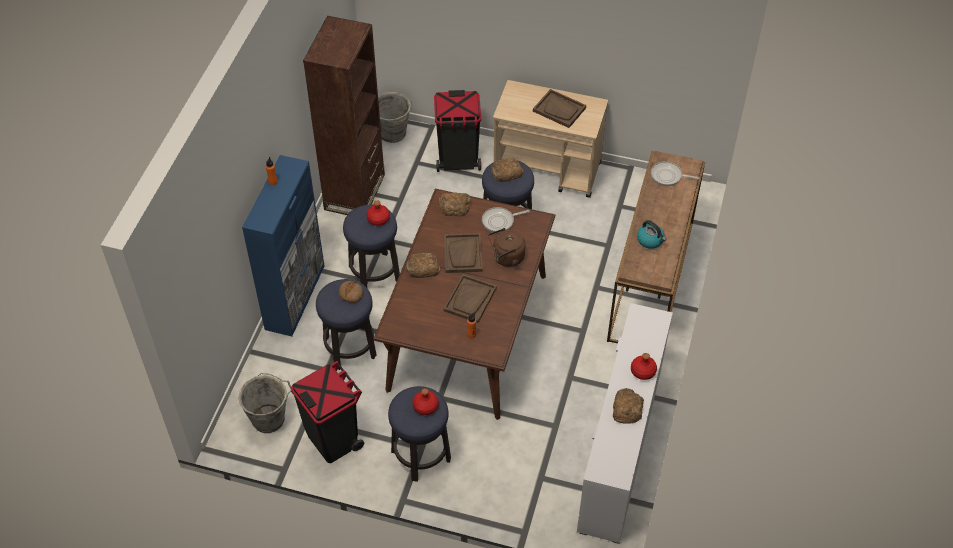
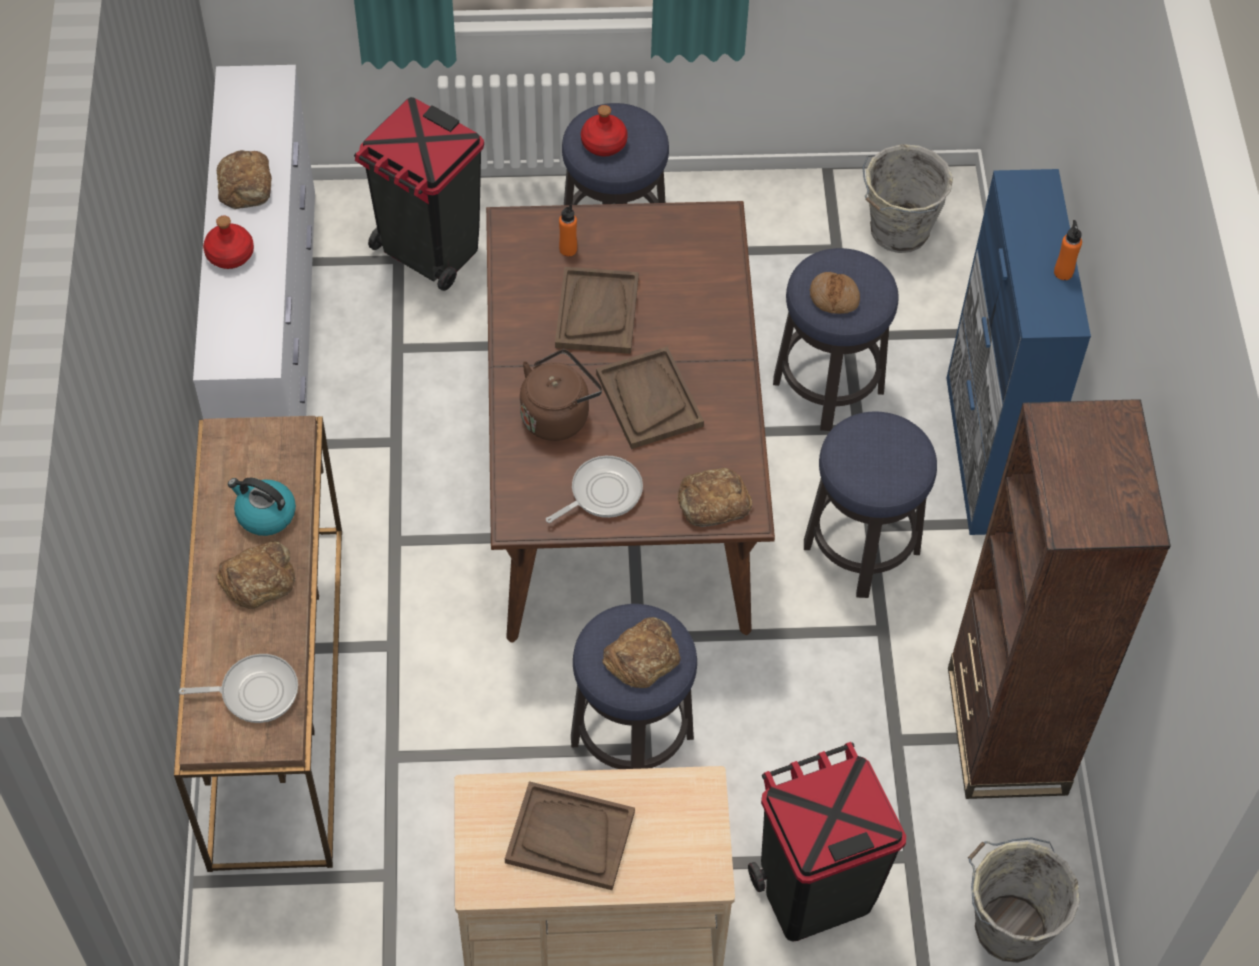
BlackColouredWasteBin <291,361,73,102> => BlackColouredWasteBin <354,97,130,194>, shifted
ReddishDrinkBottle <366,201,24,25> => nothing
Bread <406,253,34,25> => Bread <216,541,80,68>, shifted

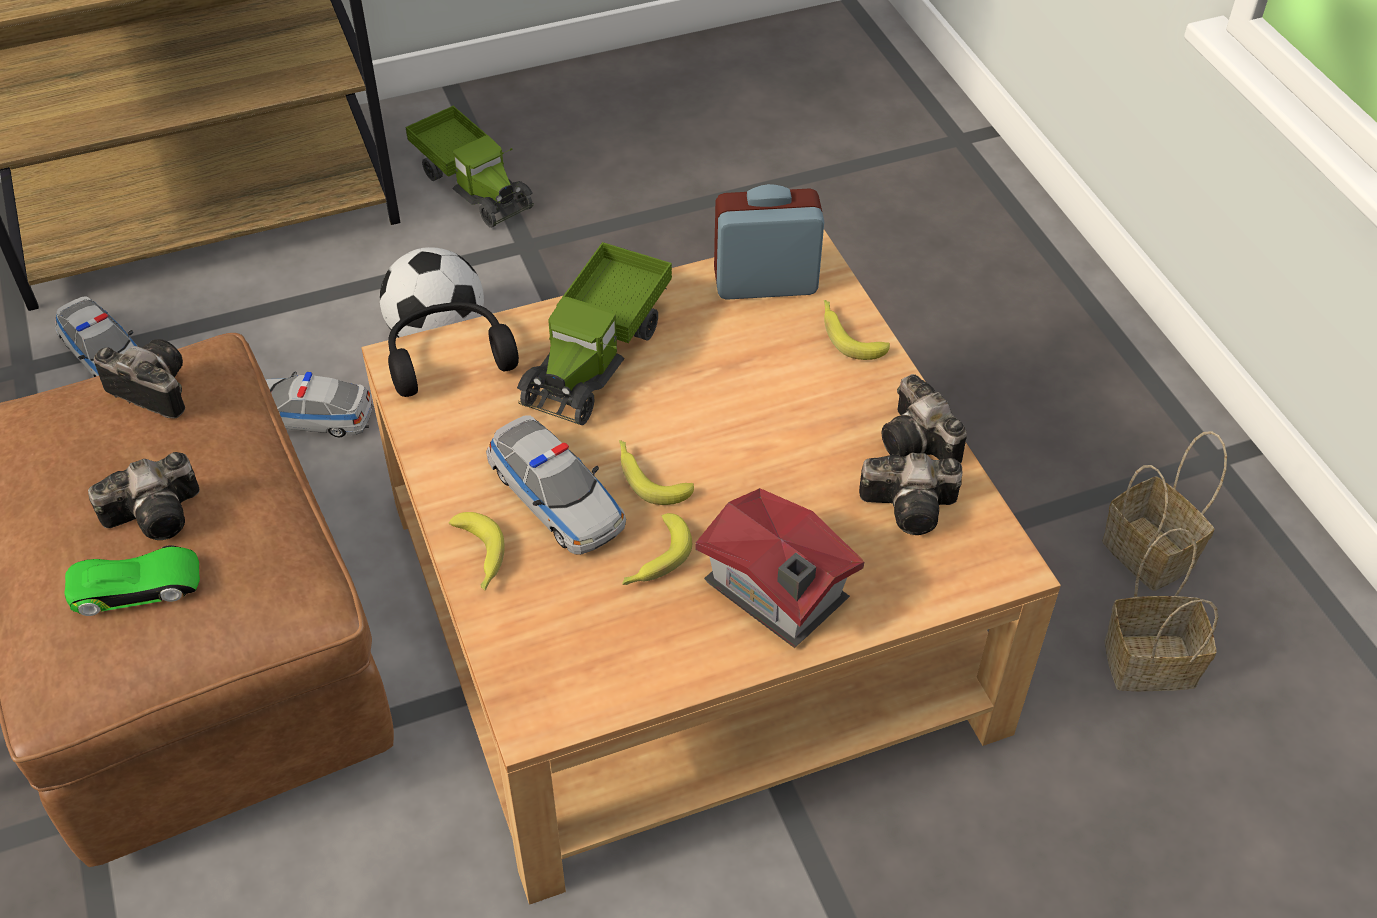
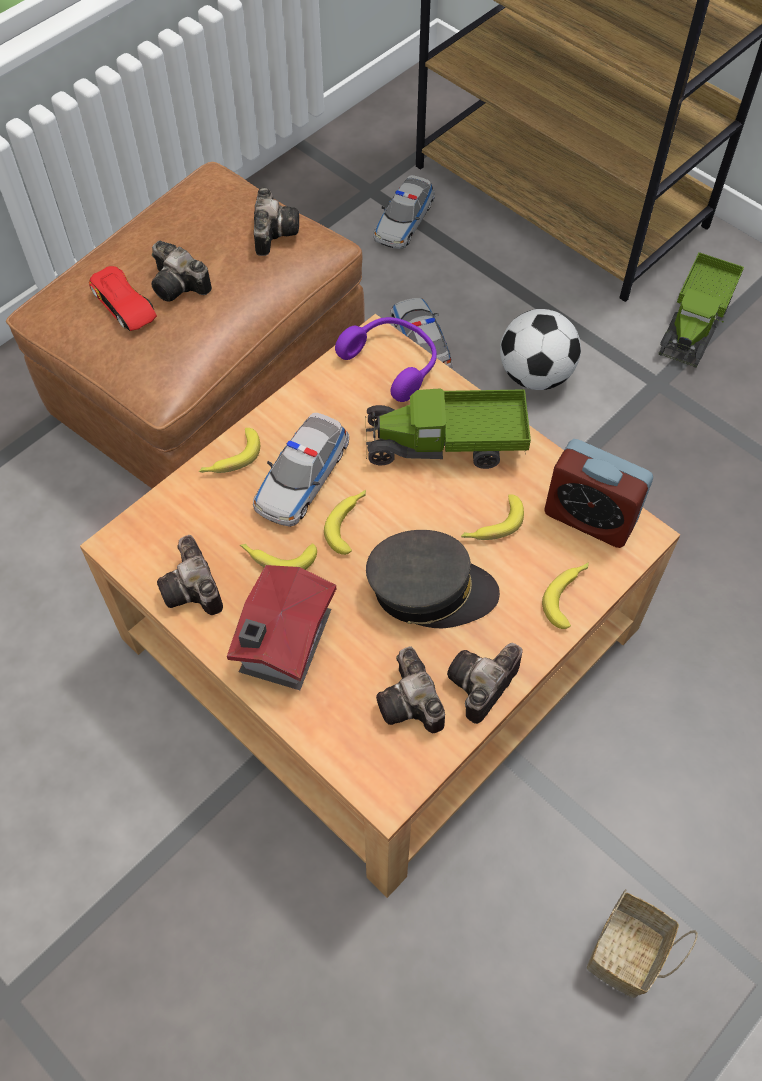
GreenishToyCar <65,545,135,71> => ReddishToyCar <89,266,68,65>
BlackColouredHeadphones <388,302,131,95> => PurplishHeadphones <335,317,102,85>
AlarmClock <714,184,110,116> => AlarmClock <544,439,109,109>, 150 degrees clockwise
HouseholdBasket <1105,528,114,164> => nothing
nothing => StillCamera <157,535,66,80>
nothing => GrayCap <366,530,134,98>
nothing => Banana <461,494,63,46>

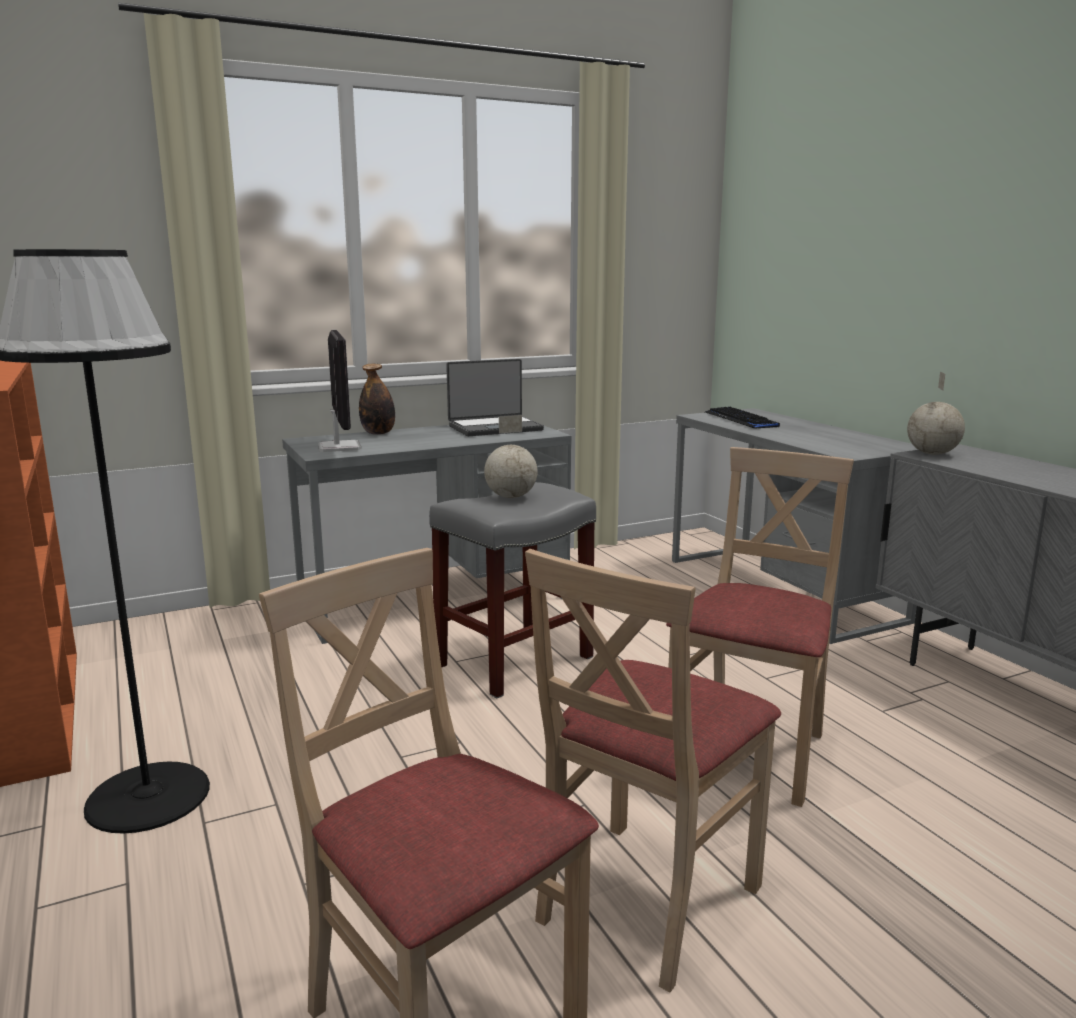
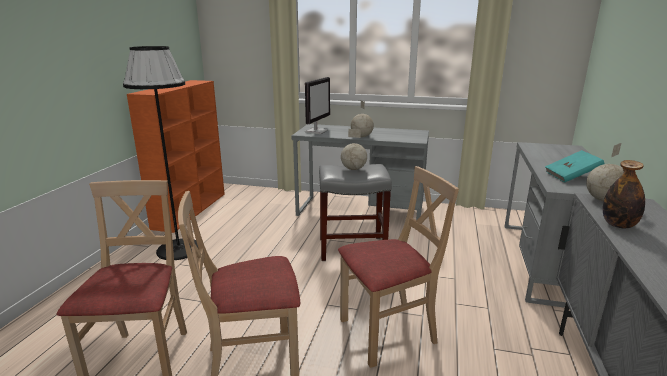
DrinkBottle <359,364,36,71> => DrinkBottle <603,160,42,68>, shifted
Laptop <446,359,98,77> => nothing
Keyboard <705,407,75,22> => nothing
nothing => DeskGlobe <351,100,23,37>
nothing => TurquoiseColouredVolume <545,150,59,33>

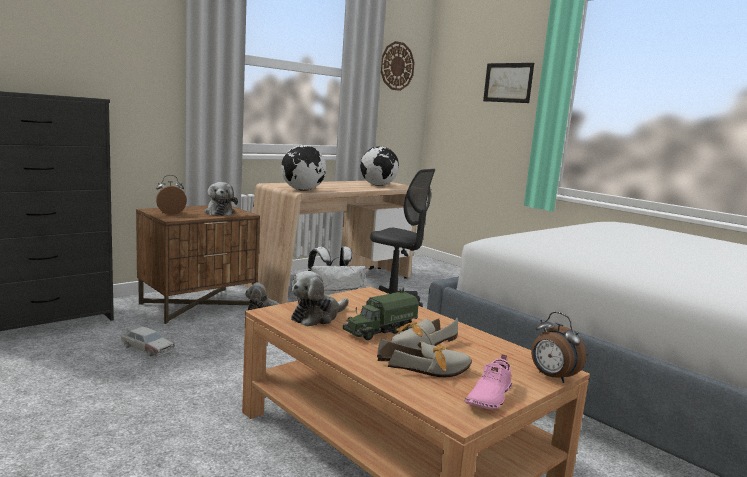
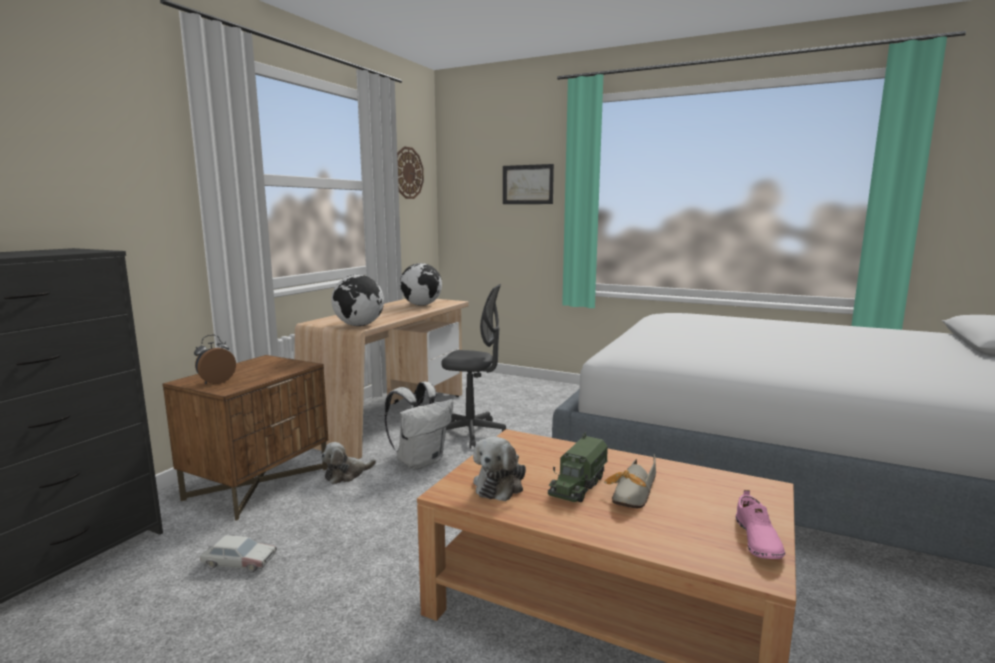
SoftToy <204,182,34,34> => nothing
Shoe <377,339,95,38> => nothing
AlarmClock <531,312,55,71> => nothing

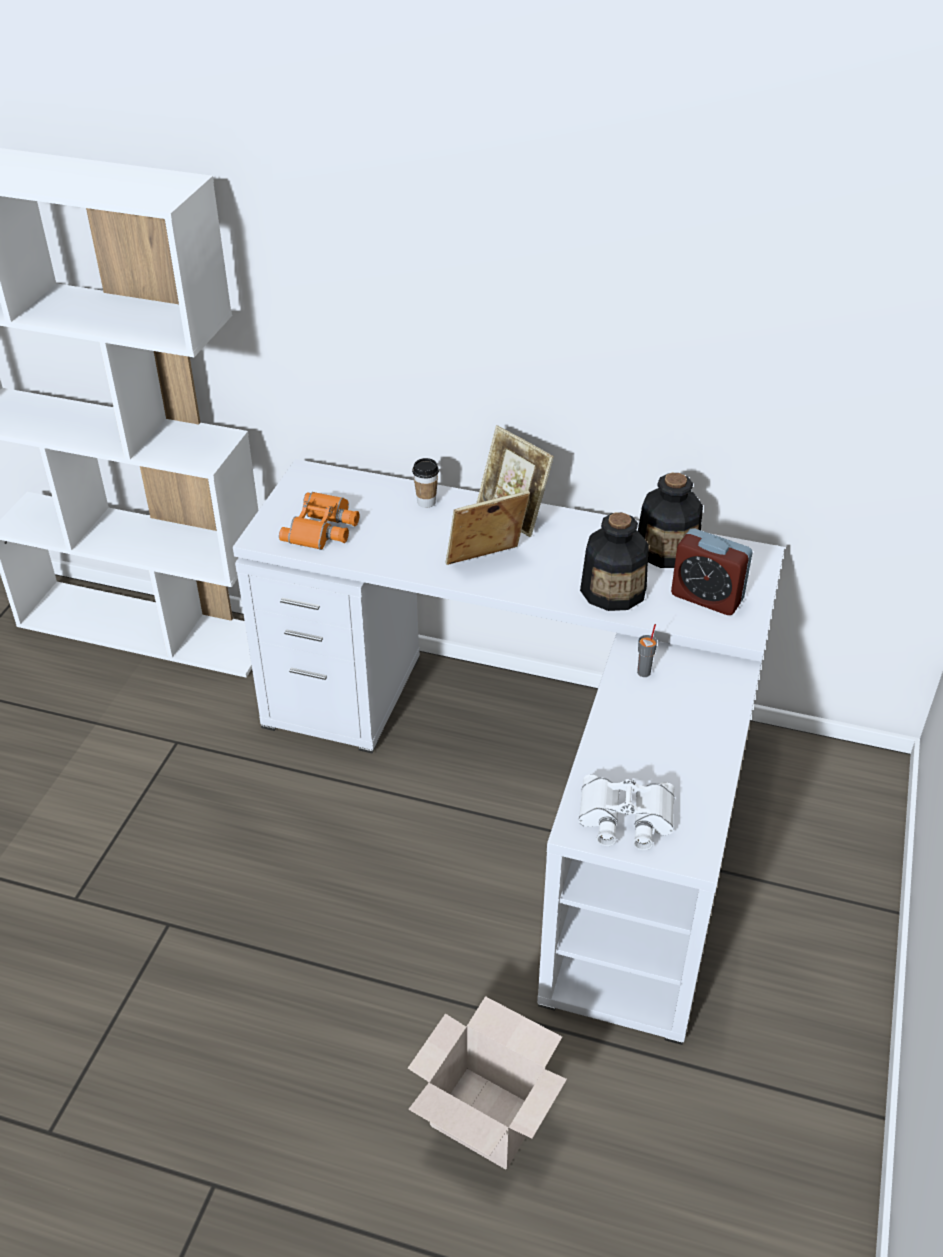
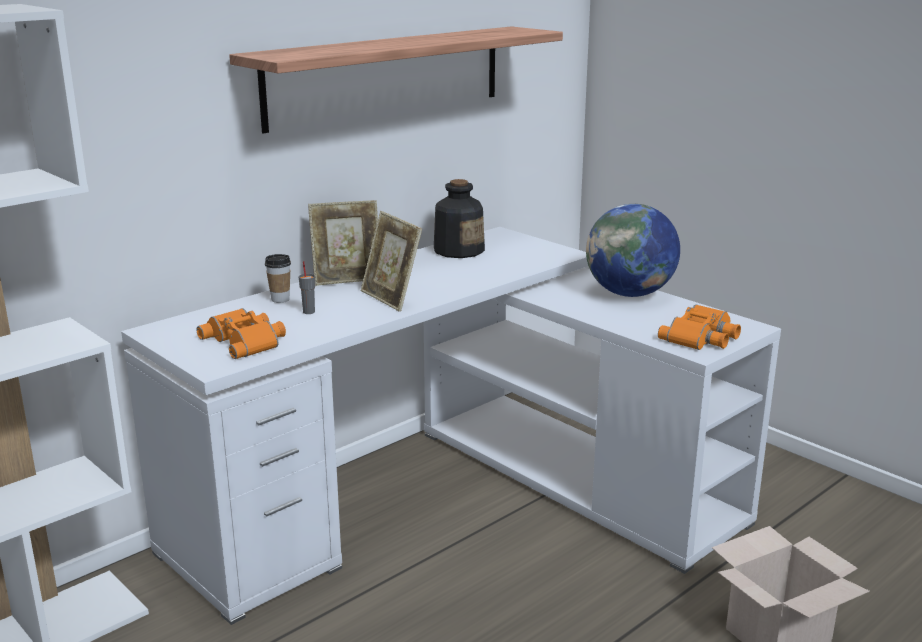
PhotoFrame <446,491,84,74> => PhotoFrame <361,211,61,101>, 45 degrees counterclockwise
WhiteColouredPairOfBinoculars <579,774,95,76> => OrangePairOfBinoculars <658,304,83,46>
DrinkBottle <580,512,69,99> => nothing
GrayCup <637,624,20,53> => GrayCup <299,261,16,53>, shifted
AlarmClock <671,528,81,87> => nothing
nothing => Shelf <229,26,334,108>
nothing => DeskGlobe <586,204,94,93>

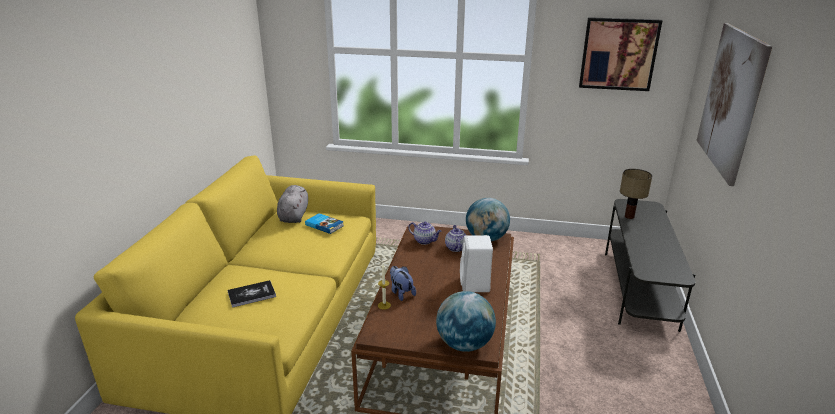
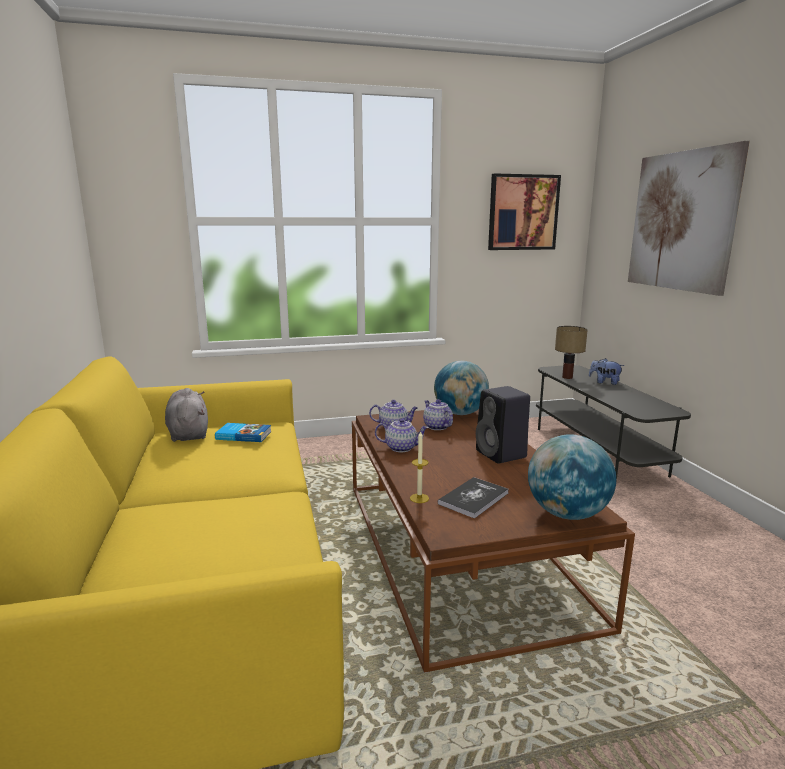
Volume <227,280,49,28> => Volume <438,477,71,42>, shifted
SoftToy <390,266,26,35> => SoftToy <589,358,35,27>, shifted
WhiteColouredAudioSpeaker <460,235,33,57> => BlackColouredAudioSpeaker <476,386,54,78>
nothing => Teapot <375,418,54,34>

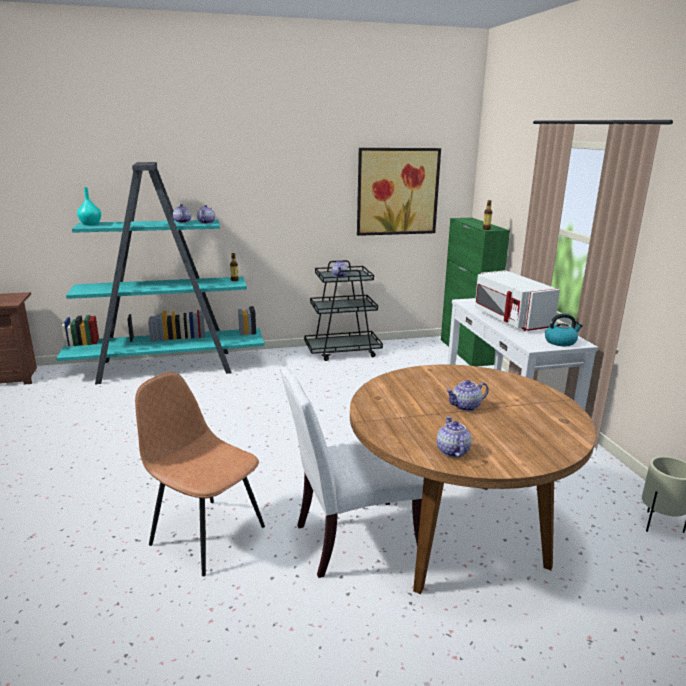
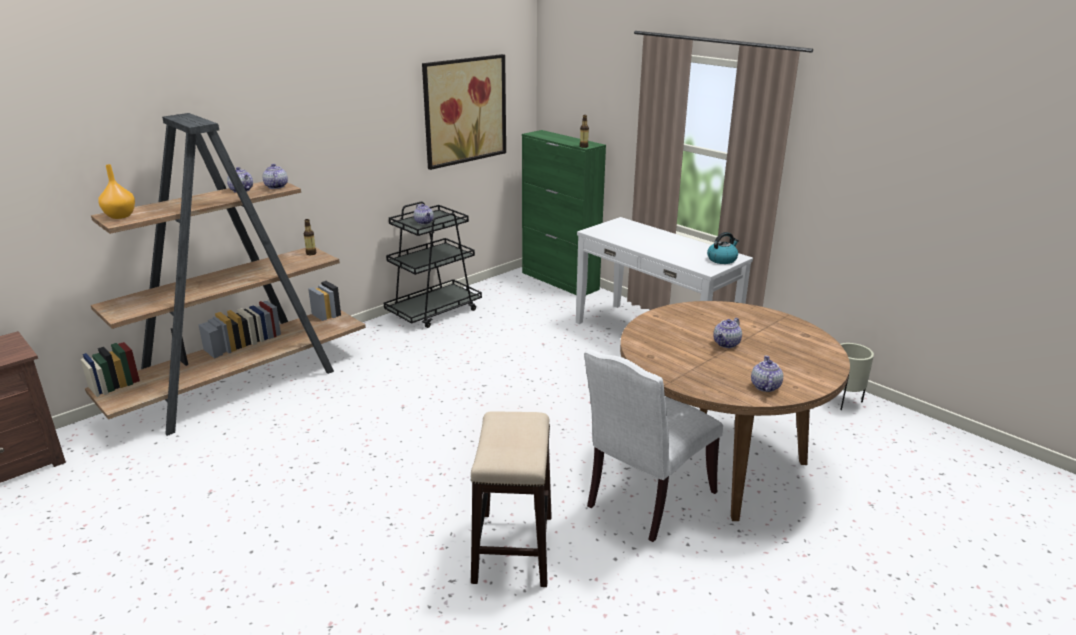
TurquoiseColouredShelvingUnit <57,162,207,222> => BrownColouredShelvingUnit <80,113,286,323>
TurquoiseColouredVase <77,187,24,39> => OrangeVase <98,164,37,55>
BrownColouredPlainChair <135,372,130,204> => SittingStool <471,411,81,176>
Teapot <436,416,36,42> => Teapot <751,356,32,36>, 45 degrees clockwise
WhiteColouredMicrowaveOven <475,270,85,61> => nothing

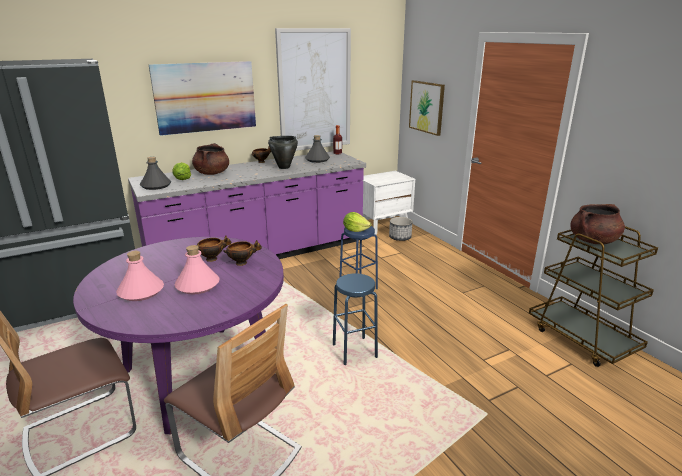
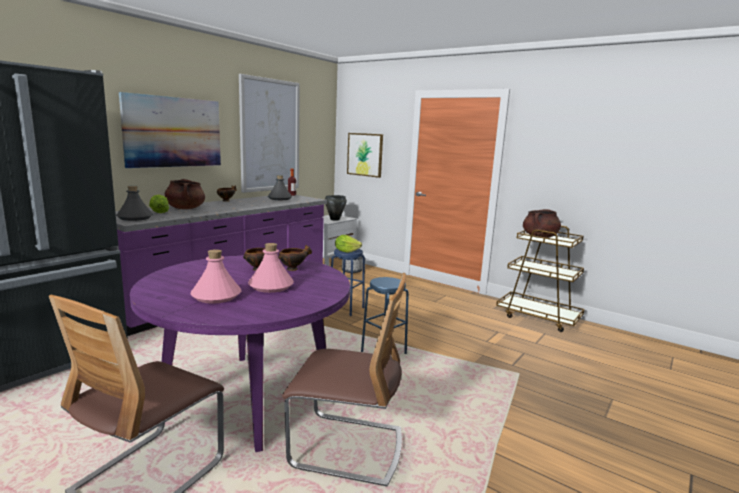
BlackColouredCookingPot <268,136,30,33> => BlackColouredCookingPot <325,195,22,26>, shifted

